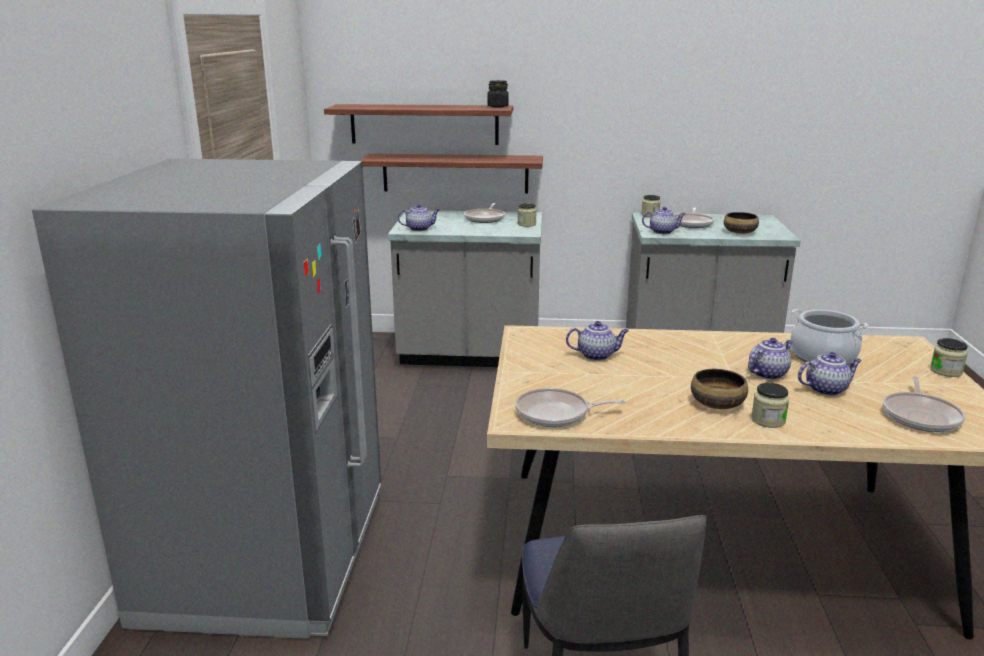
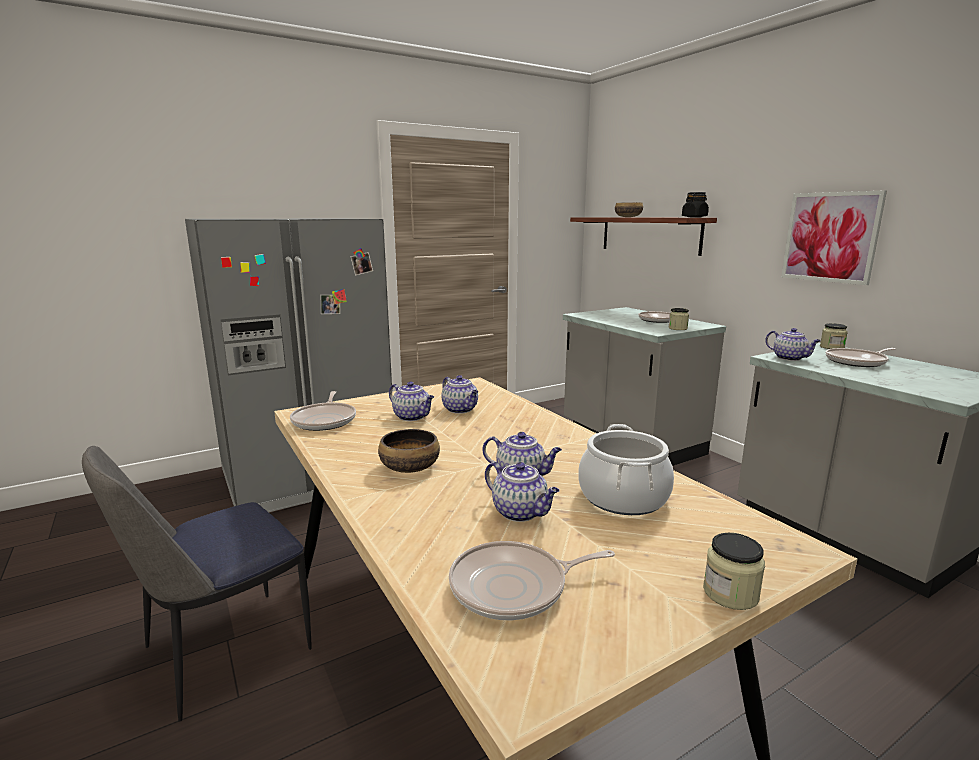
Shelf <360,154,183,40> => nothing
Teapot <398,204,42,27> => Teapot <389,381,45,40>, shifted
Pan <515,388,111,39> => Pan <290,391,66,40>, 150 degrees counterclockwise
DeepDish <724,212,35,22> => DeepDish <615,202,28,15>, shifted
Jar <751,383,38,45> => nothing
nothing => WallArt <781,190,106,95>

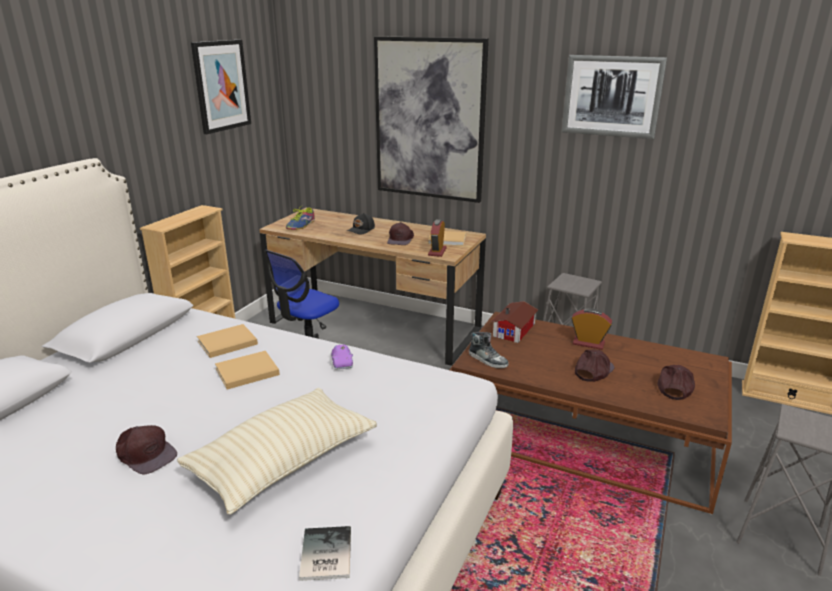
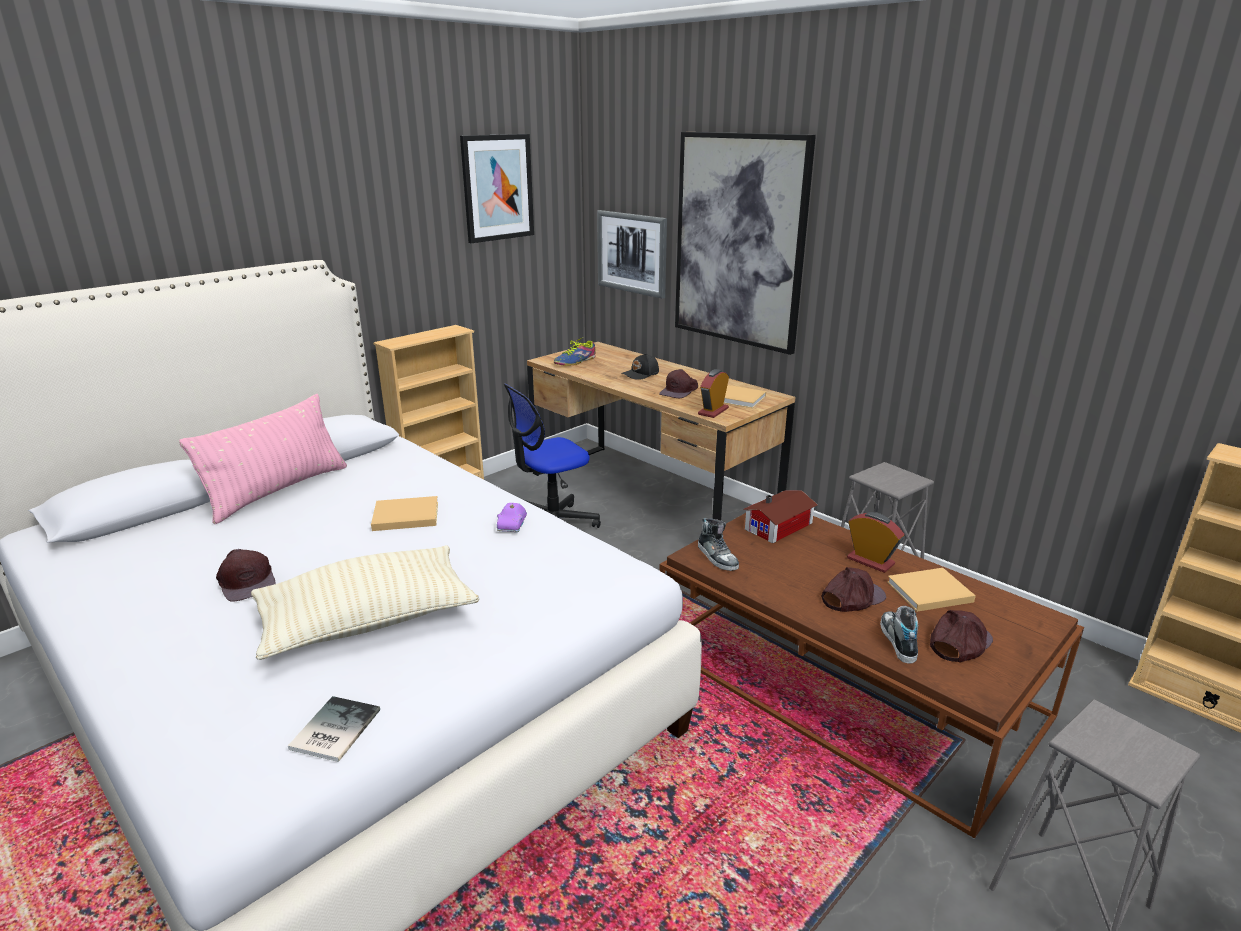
BeigeVolume <197,324,61,34> => BeigeVolume <887,568,89,44>, shifted
WallArt <562,55,105,84> => WallArt <597,210,70,89>, shifted
nothing => PinkThrowPillow <179,394,168,130>
nothing => Shoe <880,606,38,58>

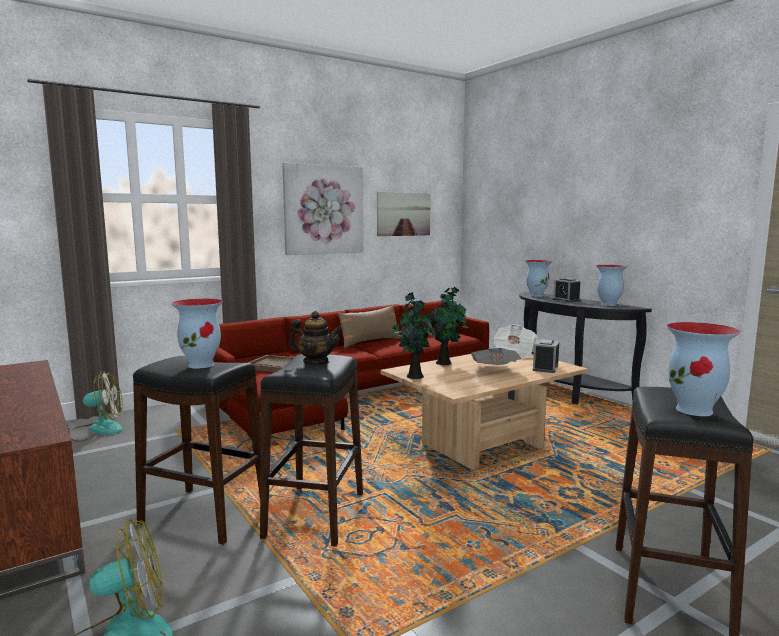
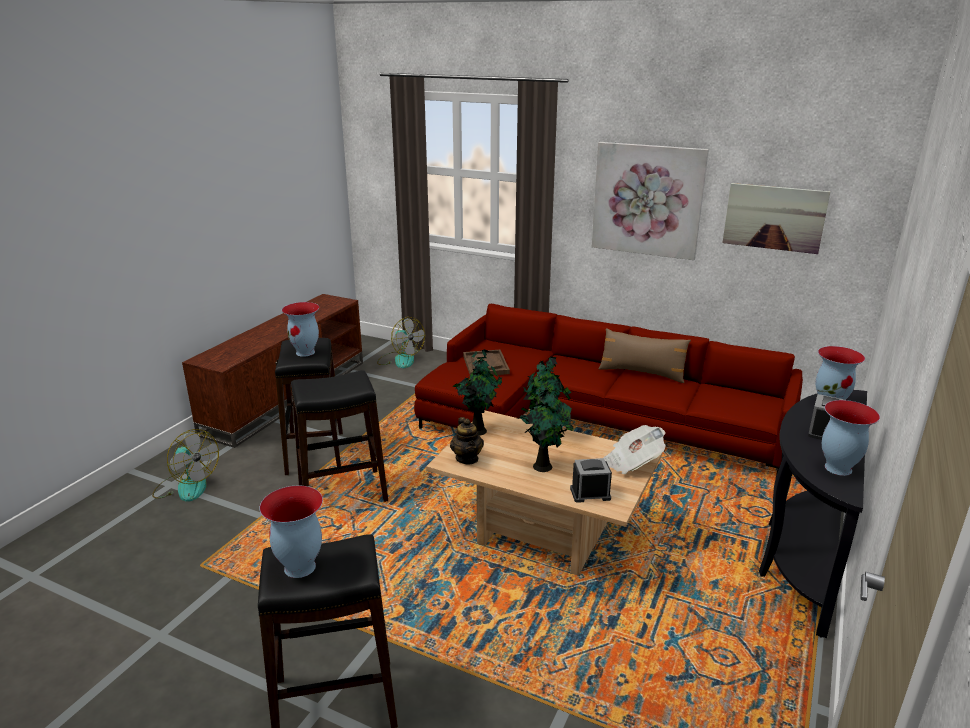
Teapot <289,311,53,54> => Teapot <450,417,34,47>, shifted
PrintedPaper <470,348,51,17> => PottedPlant <517,382,57,90>

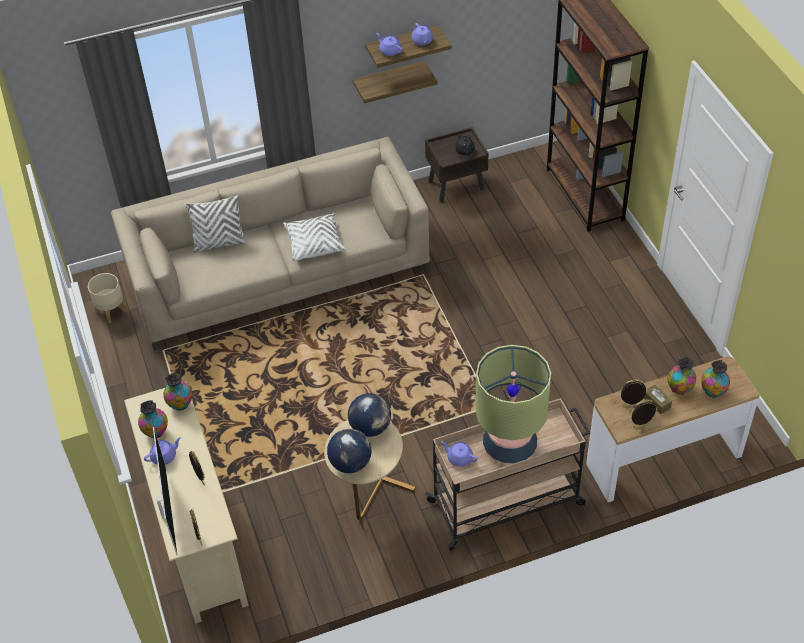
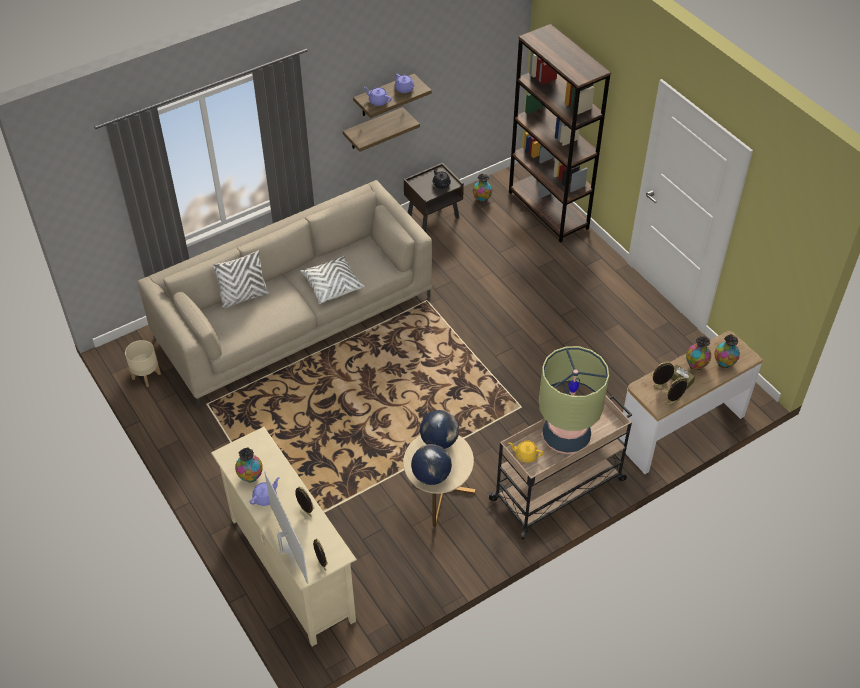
Vase <163,373,29,38> => Vase <473,173,19,29>, shifted
PurplishTeapot <441,441,37,26> => YellowTeapot <509,440,35,23>

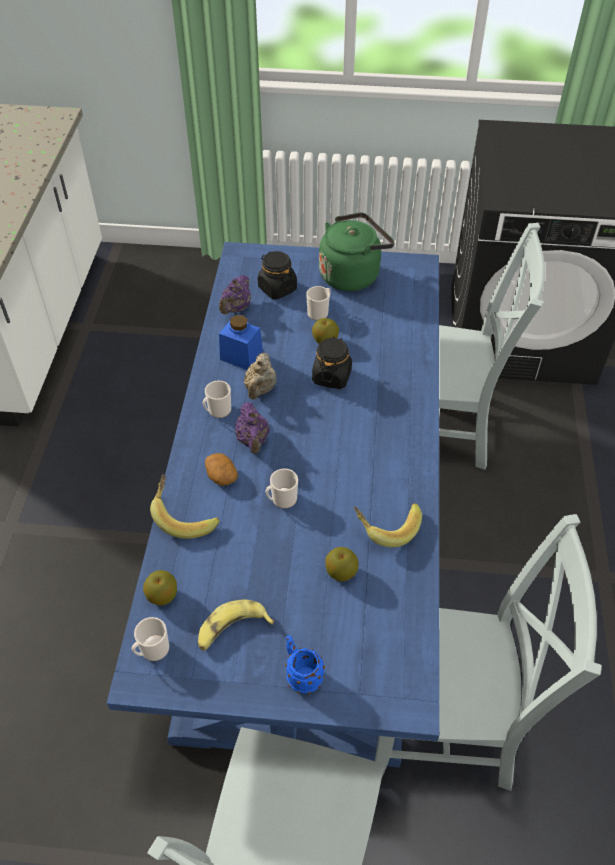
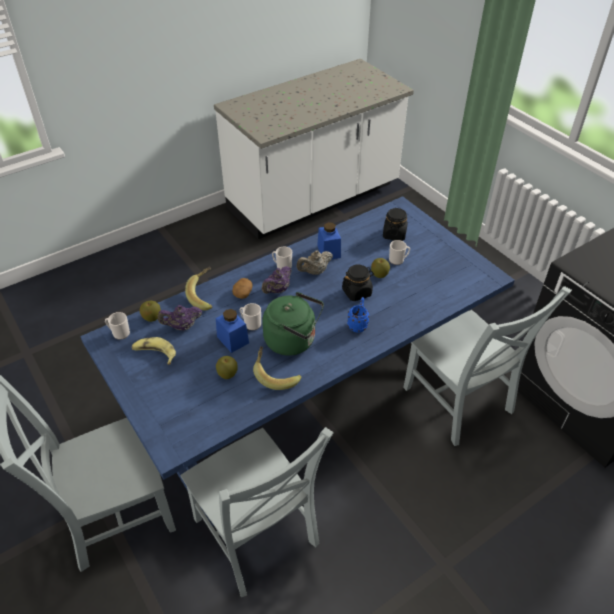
PurplishTeapot <219,275,32,40> => PurplishTeapot <158,305,44,26>, shifted
BlueTeaMug <285,635,40,59> => BlueTeaMug <347,297,22,36>, shifted
GreenishTeaKettle <319,212,75,79> => GreenishTeaKettle <262,292,62,64>, shifted
nothing => BlueJar <216,309,33,44>

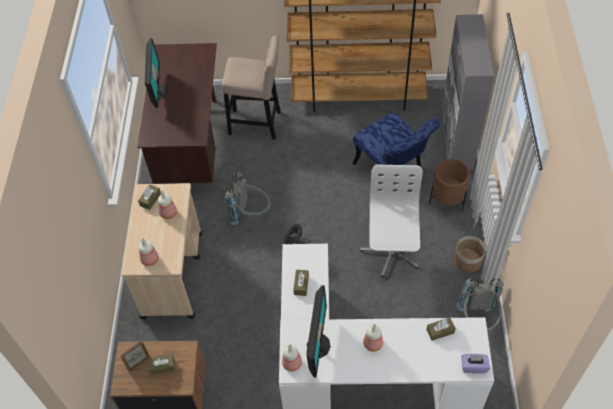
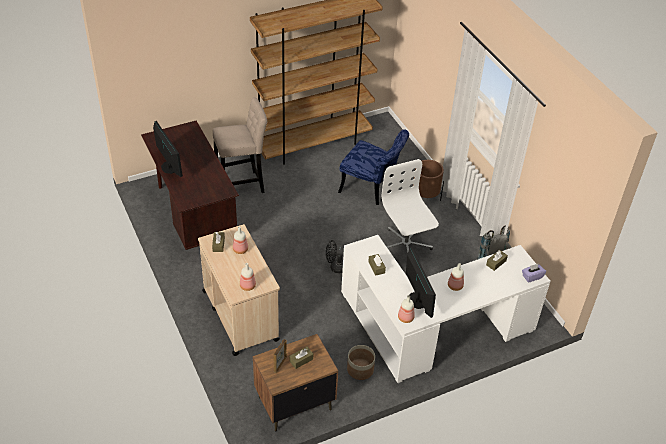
GrayRucksack <225,171,45,54> => nothing
GrayCupboard <441,14,53,156> => nothing
Planter <454,236,32,36> => Planter <347,345,28,35>, shifted

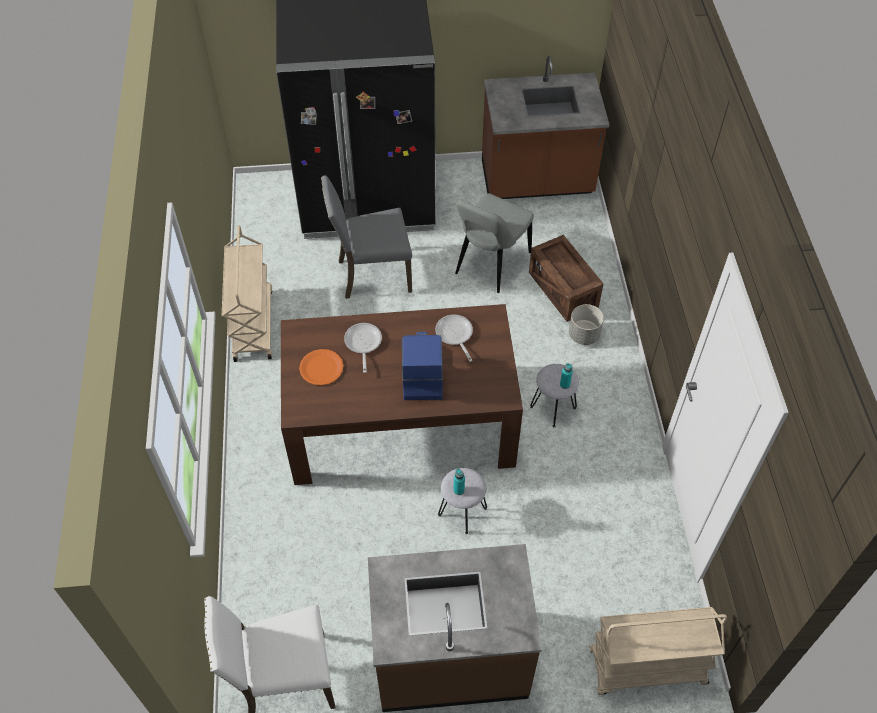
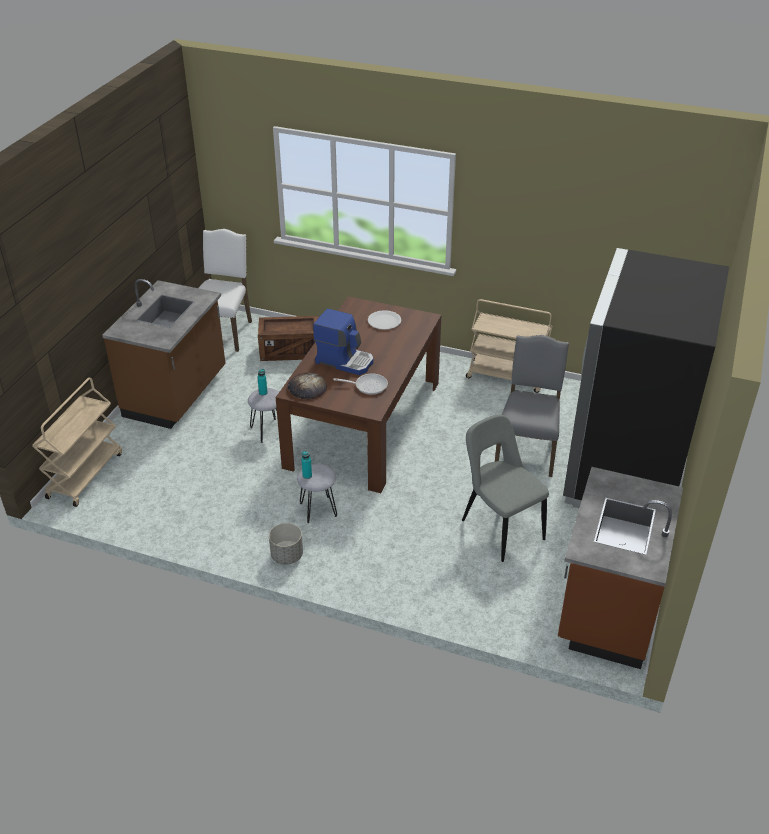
OrangeFlatDish <299,349,45,36> => WhiteColouredFlatDish <368,310,33,20>
Pan <344,323,38,50> => nothing
ShippingCrate <529,235,75,87> => ShippingCrate <258,316,61,45>, shifted
GrayPlanter <569,304,35,41> => GrayPlanter <269,523,34,42>, shifted
nothing => Bread <287,372,40,28>

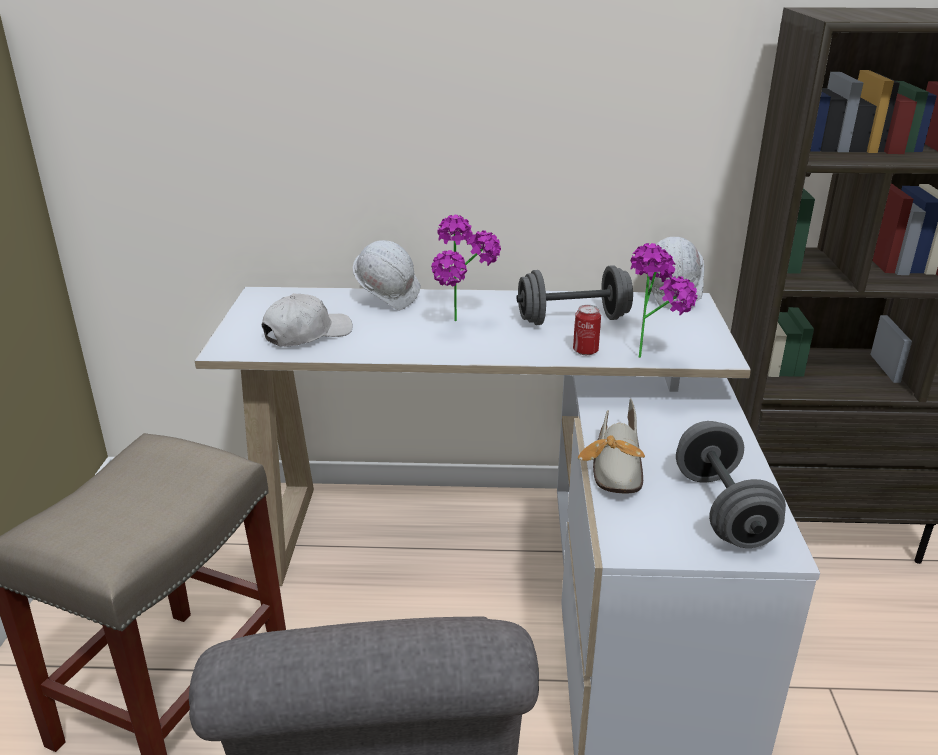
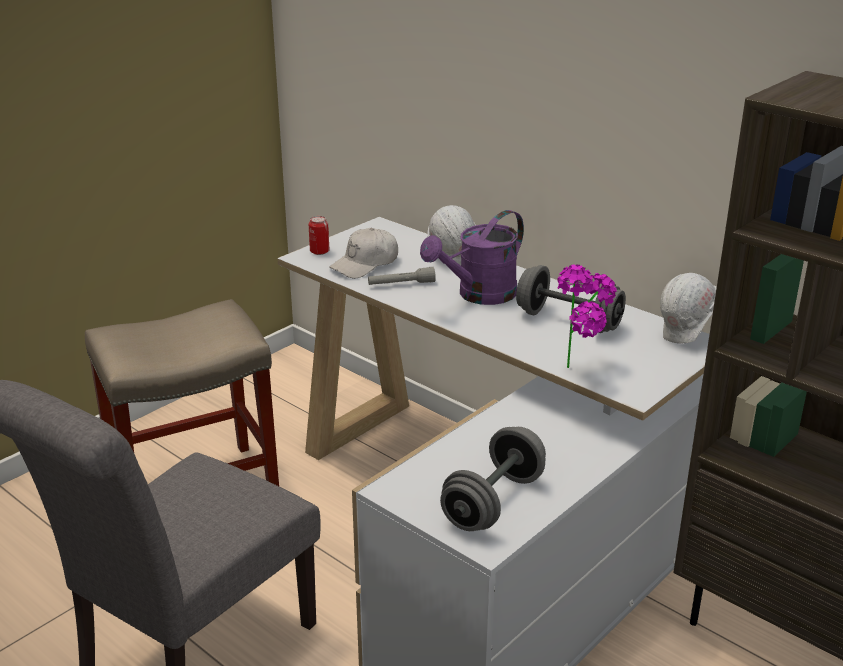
WhiteColouredCap <262,293,91,54> => WhiteColouredCap <329,228,69,51>, 135 degrees clockwise
PottedPlant <431,215,70,107> => PurplishWateringCan <420,210,104,95>
MetalCan <573,305,28,50> => MetalCan <309,216,20,39>, shifted
Shoe <578,398,67,96> => nothing
nothing => GrayHandTorch <368,267,68,18>

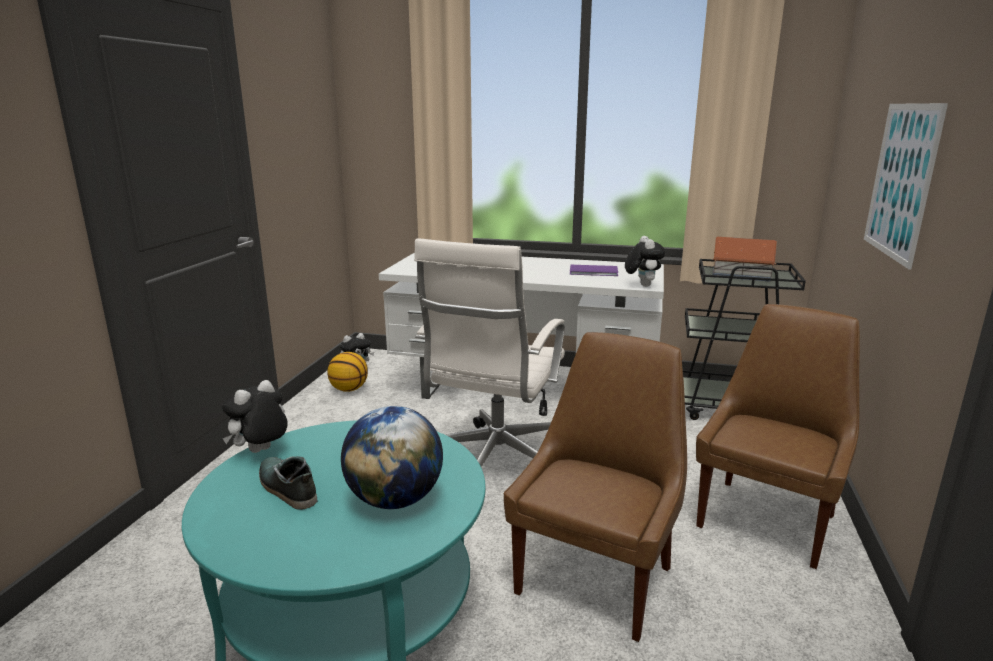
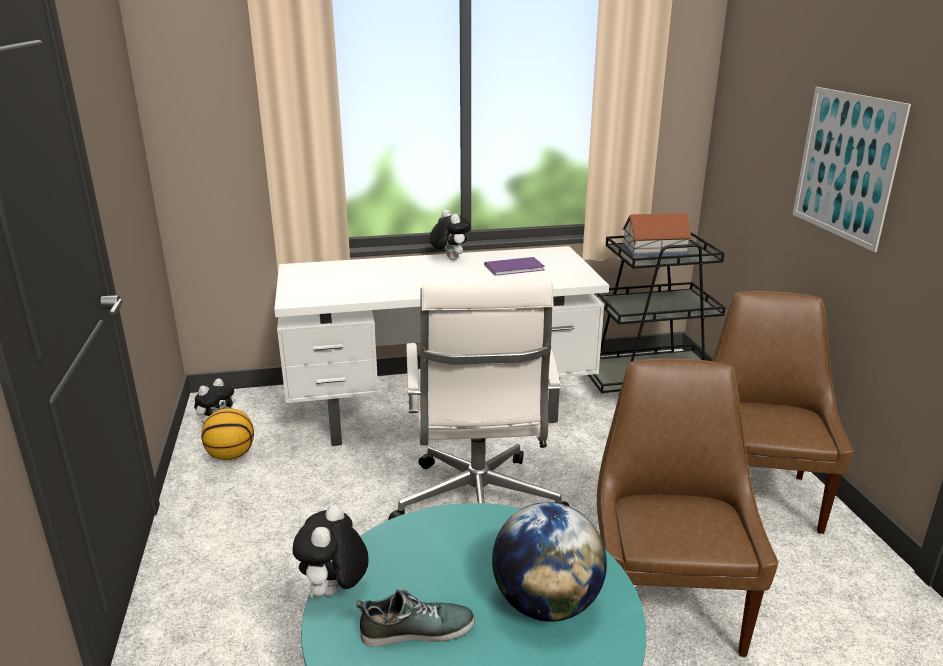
Shoe <259,456,58,54> => Shoe <356,589,119,58>, 150 degrees clockwise
SoftToy <625,236,41,51> => SoftToy <429,209,42,51>, shifted

